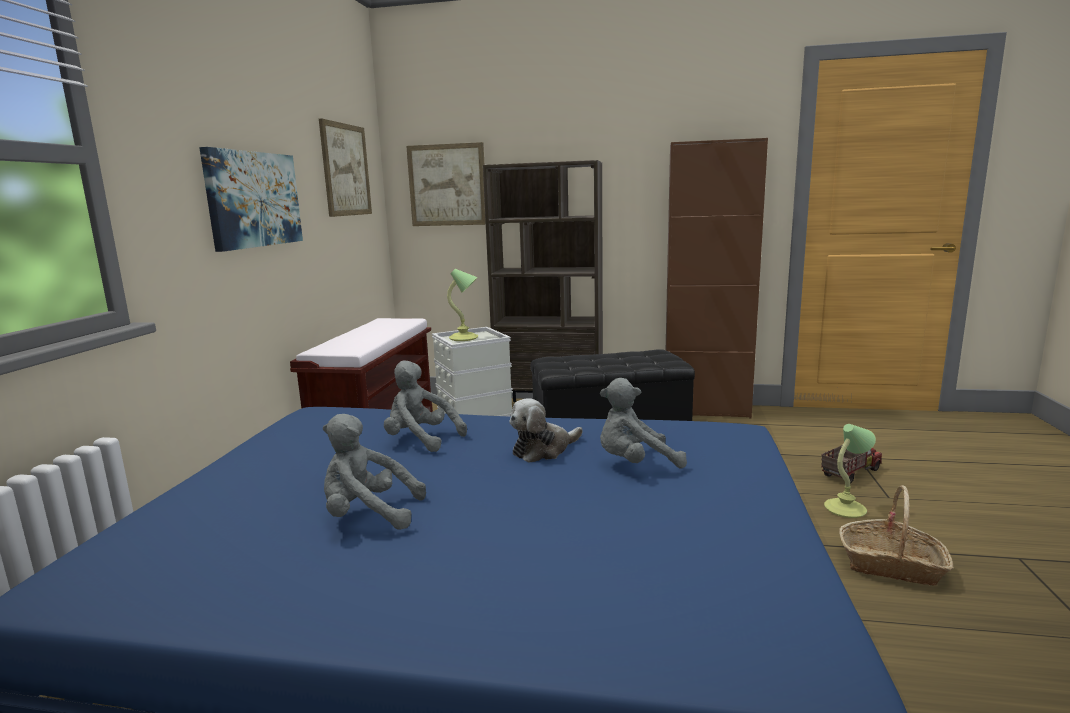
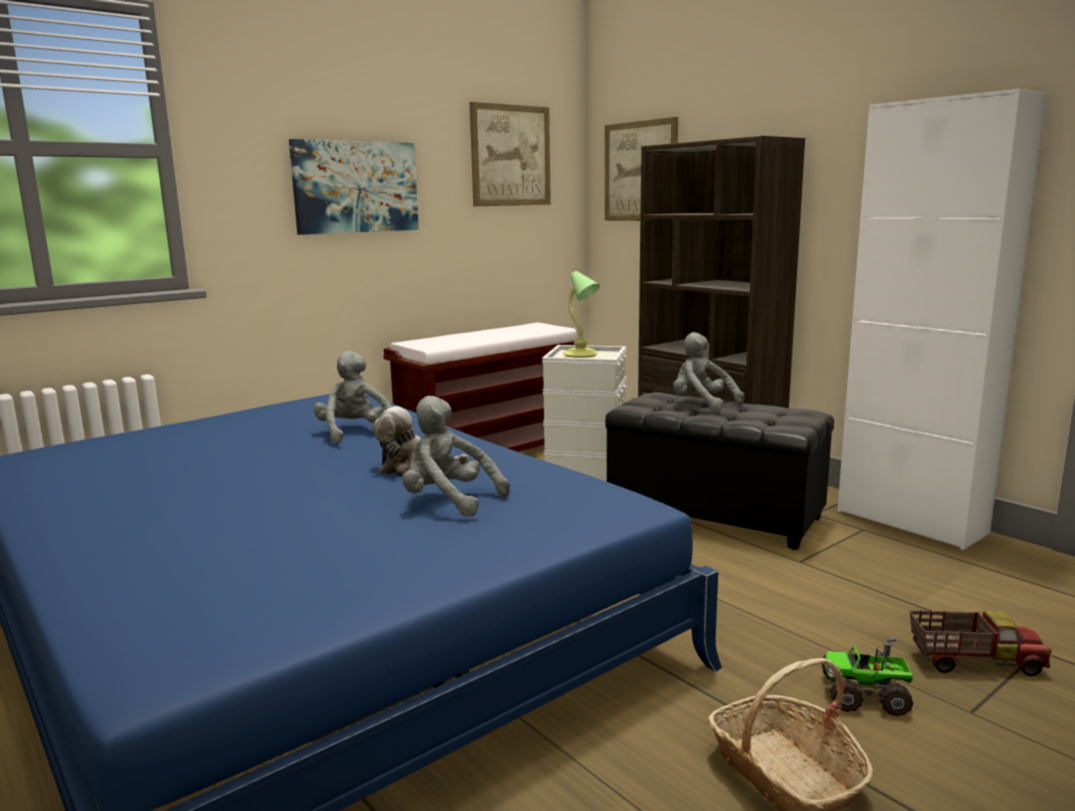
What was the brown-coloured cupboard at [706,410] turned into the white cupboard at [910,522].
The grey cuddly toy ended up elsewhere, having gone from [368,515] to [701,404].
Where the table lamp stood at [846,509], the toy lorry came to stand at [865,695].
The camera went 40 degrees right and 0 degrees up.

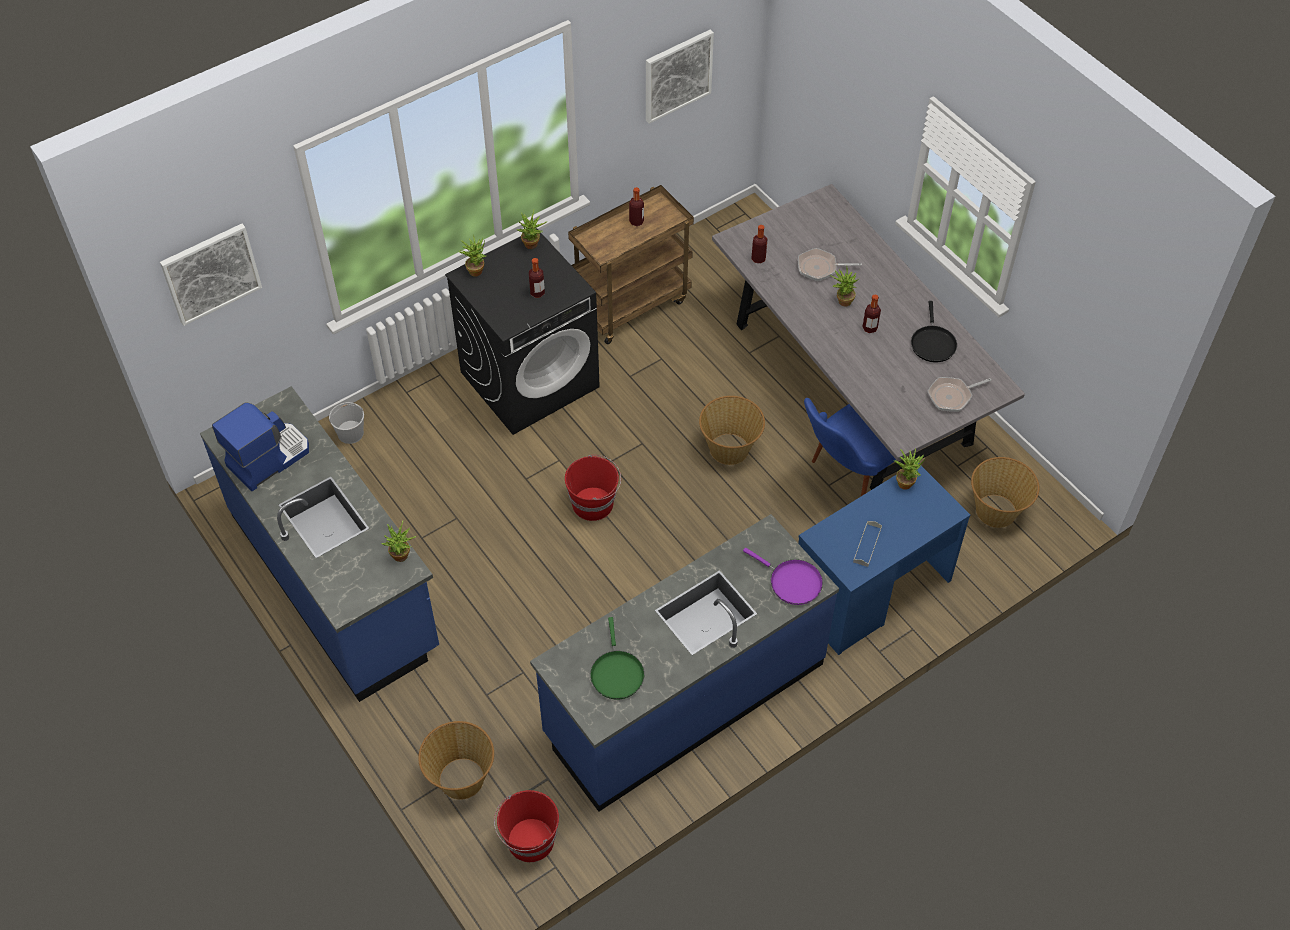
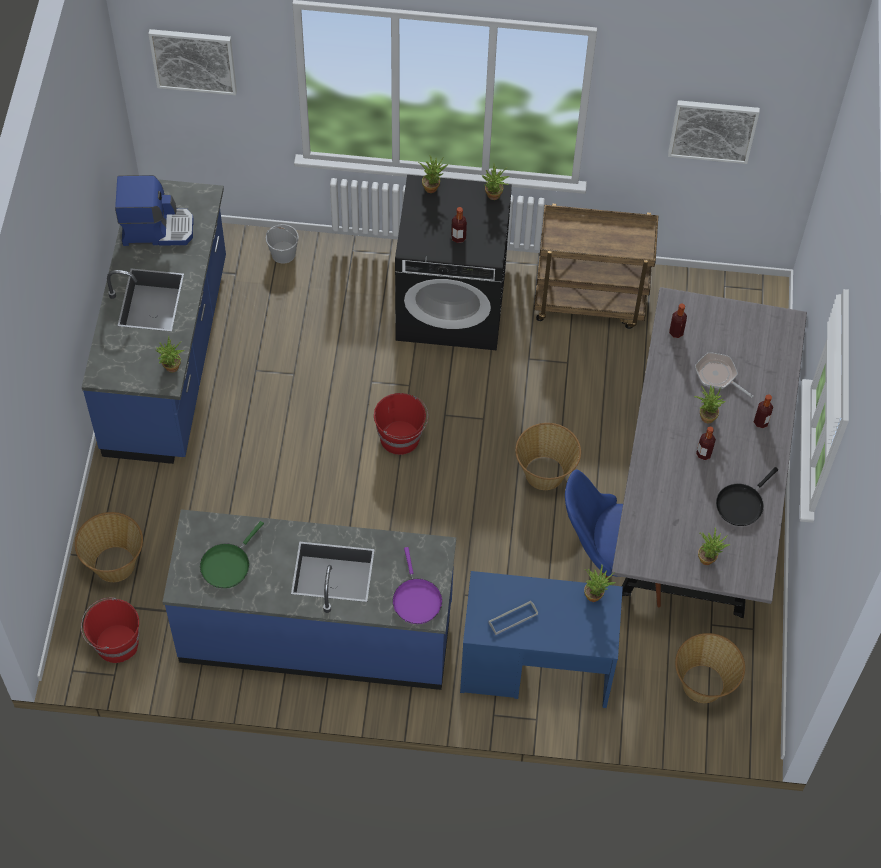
The bottle ended up elsewhere, having gone from [636,221] to [761,422].
Where the skillet stood at [952,396], the plant in a pot came to stand at [709,558].
The camera went 40 degrees right and 5 degrees up.

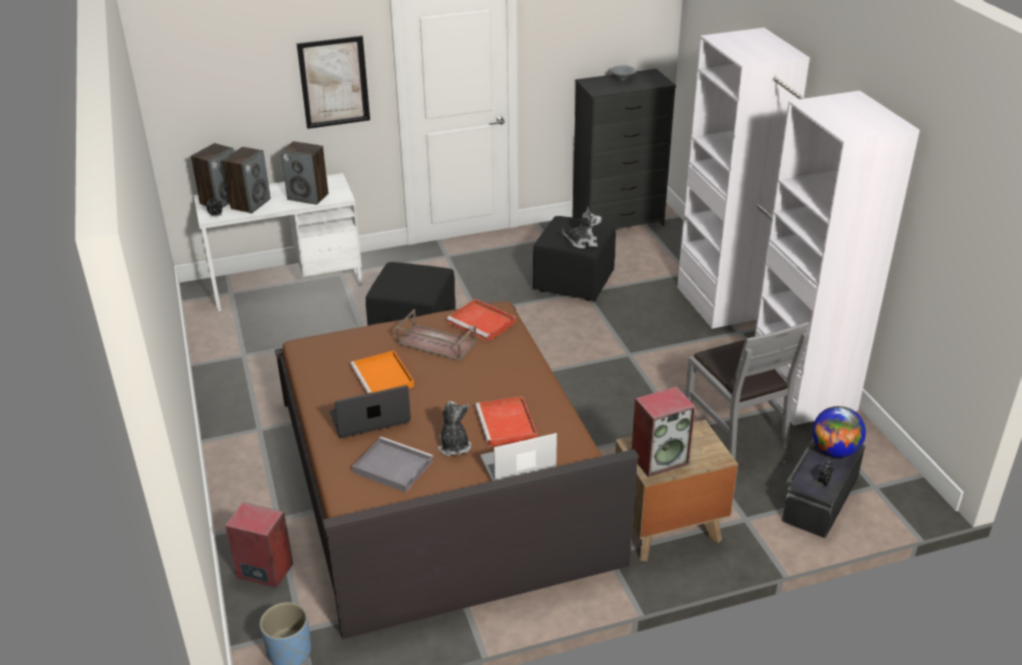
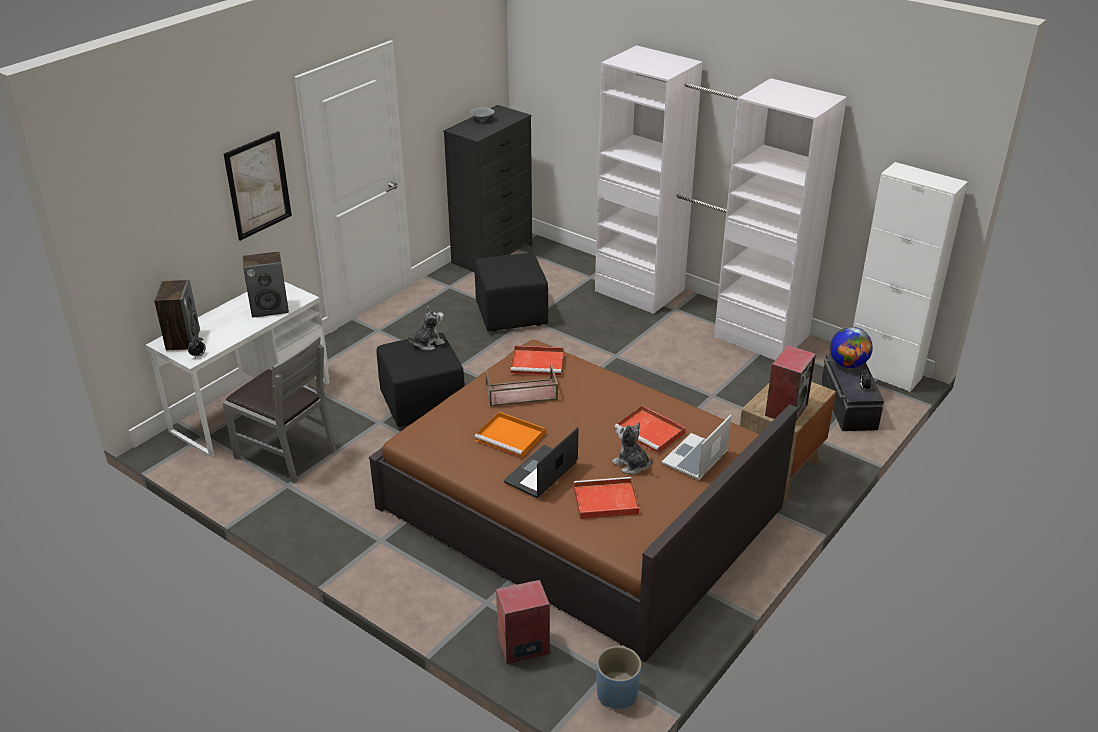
The second view lost the loudspeaker at [250,204].
The cuddly toy ended up elsewhere, having gone from [582,242] to [427,343].
The grey chair ended up elsewhere, having gone from [735,430] to [286,453].
What was the grey tray at [391,467] turned into the red-coloured tray at [604,501].
The second view gained the white cupboard at [883,373].
The camera went 35 degrees left and 0 degrees up.

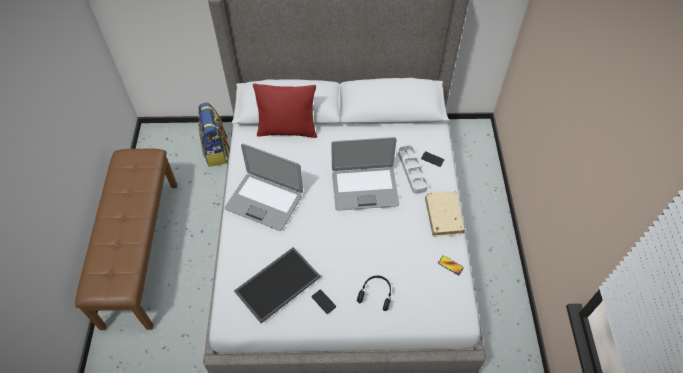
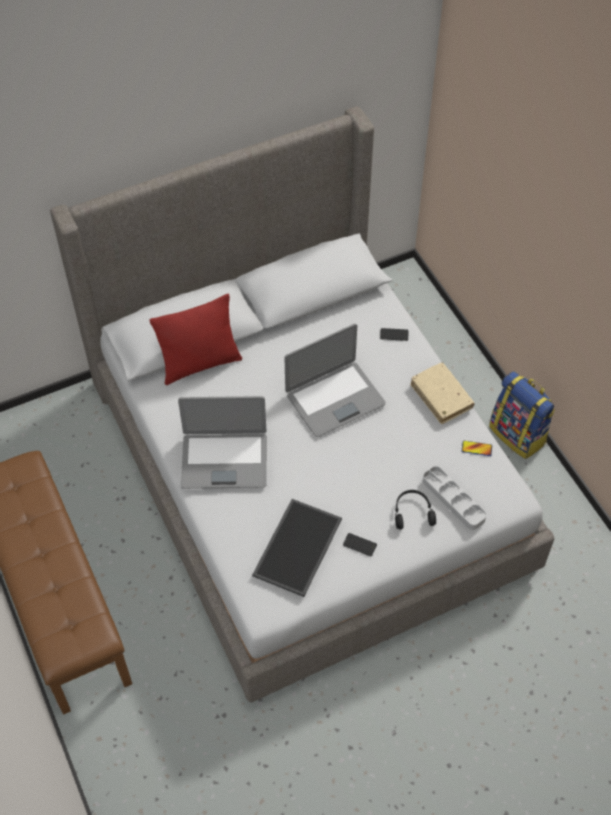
The knapsack ended up elsewhere, having gone from [217,151] to [518,435].
The grey tray ended up elsewhere, having gone from [412,171] to [453,500].
The camera went 25 degrees left and 0 degrees up.

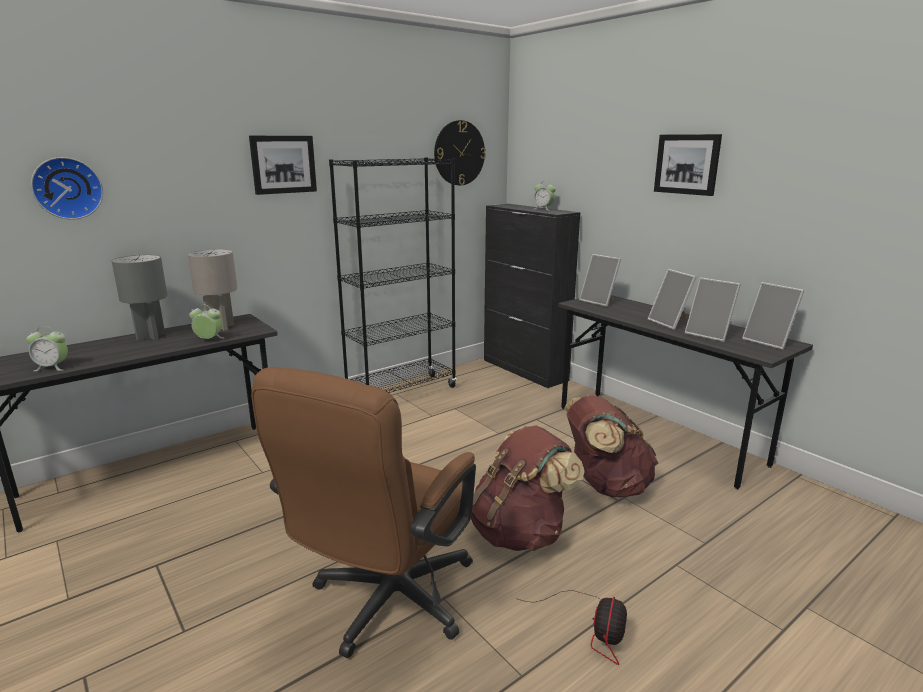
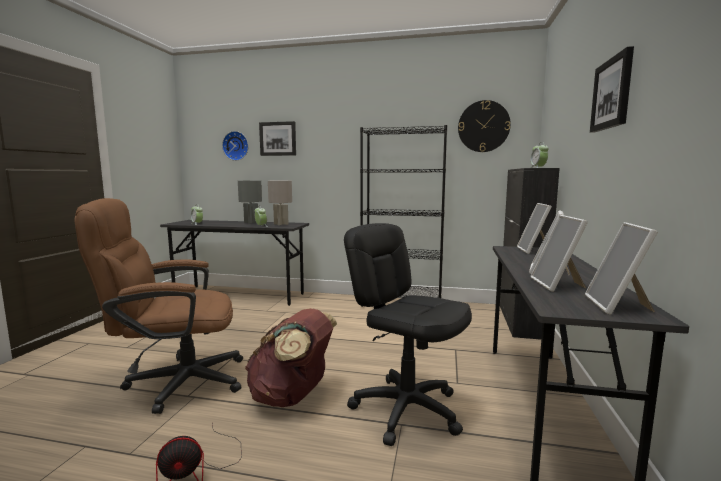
The picture ended up elsewhere, having gone from [283,164] to [278,139].
Where the brown-coloured knapsack stood at [605,485], the black desk chair came to stand at [406,409].
The camera went 50 degrees right and 10 degrees down.

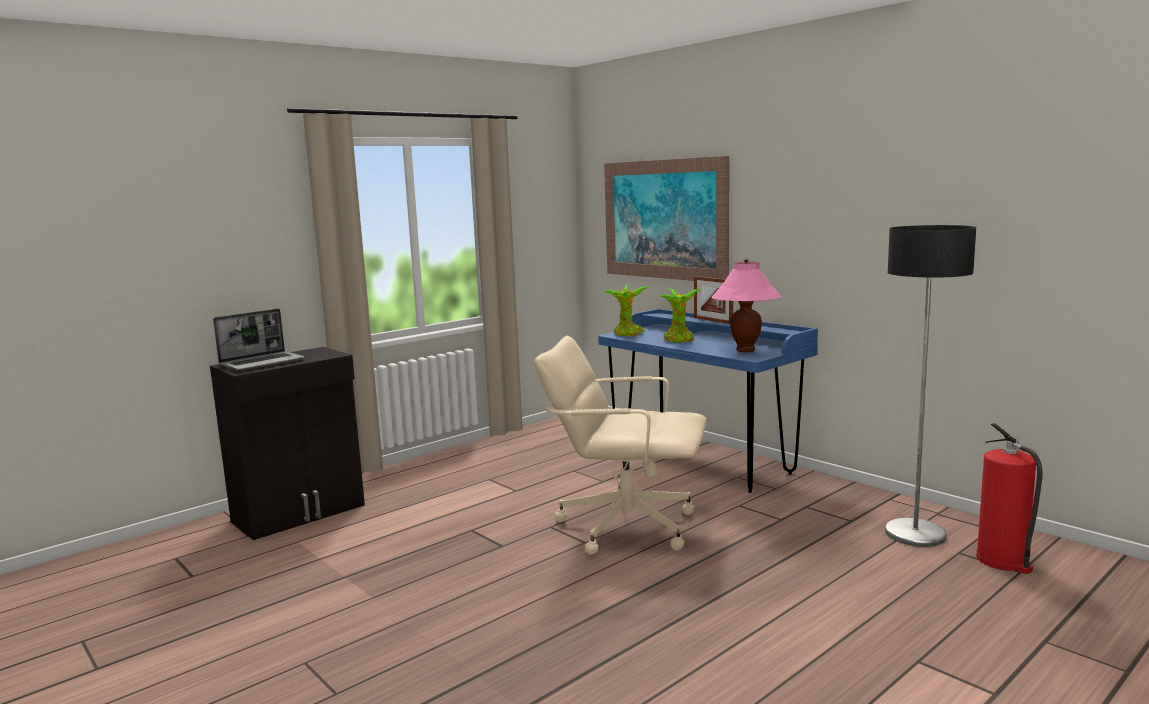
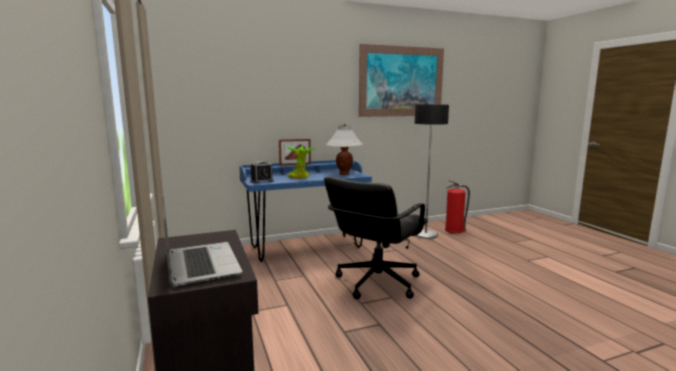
The picture ended up elsewhere, having gone from [663,219] to [401,81].
What was the pink-coloured table lamp at [745,350] turned into the white table lamp at [344,174].
Where the plant in a pot stood at [628,334], the alarm clock came to stand at [262,181].
What was the beige-coloured desk chair at [625,525] turned into the black desk chair at [376,282].
The camera went 70 degrees left and 0 degrees up.

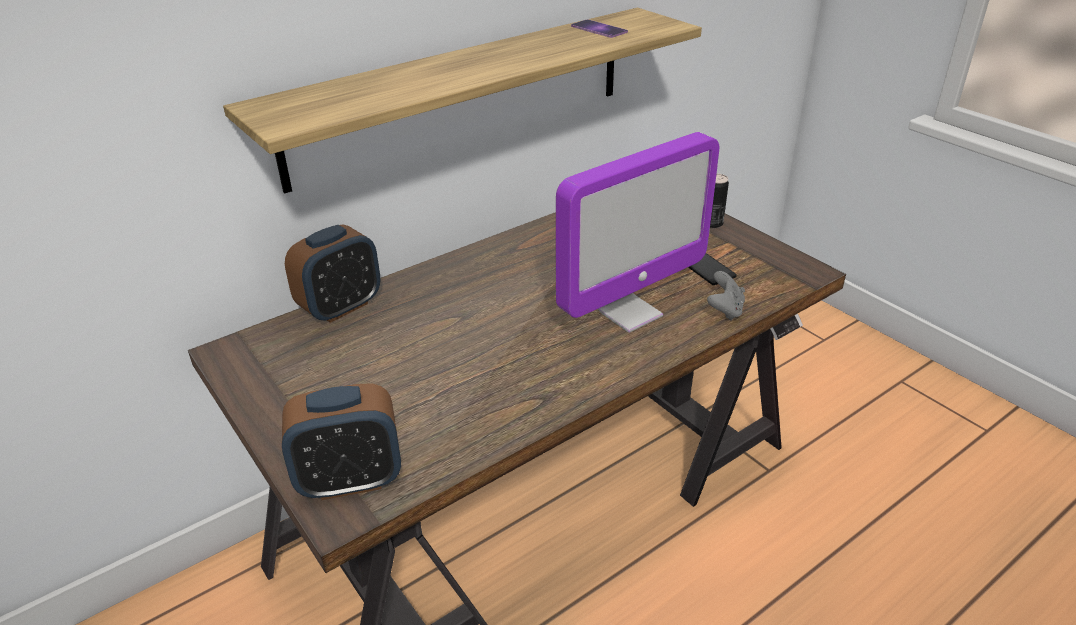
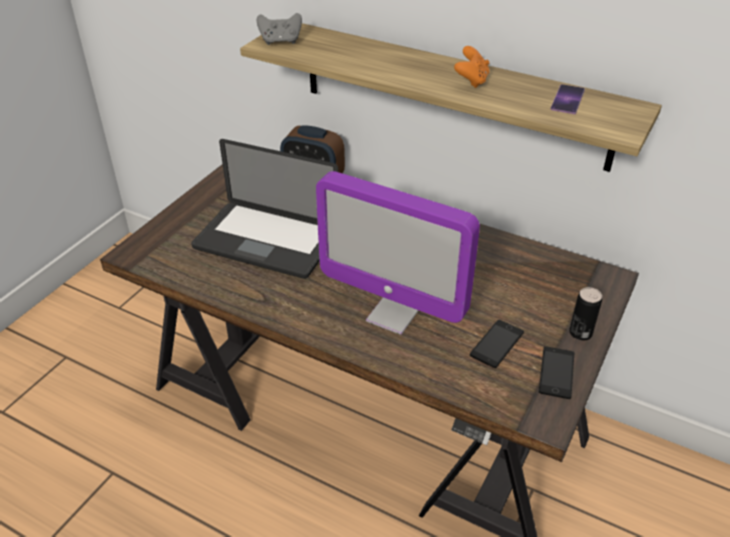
The grey gamepad ended up elsewhere, having gone from [725,310] to [280,41].
The second view lost the alarm clock at [350,480].
The second view gained the orange gamepad at [471,81].
The second view gained the portable computer at [266,241].
The second view gained the handset at [556,373].
The camera went 65 degrees right and 5 degrees up.

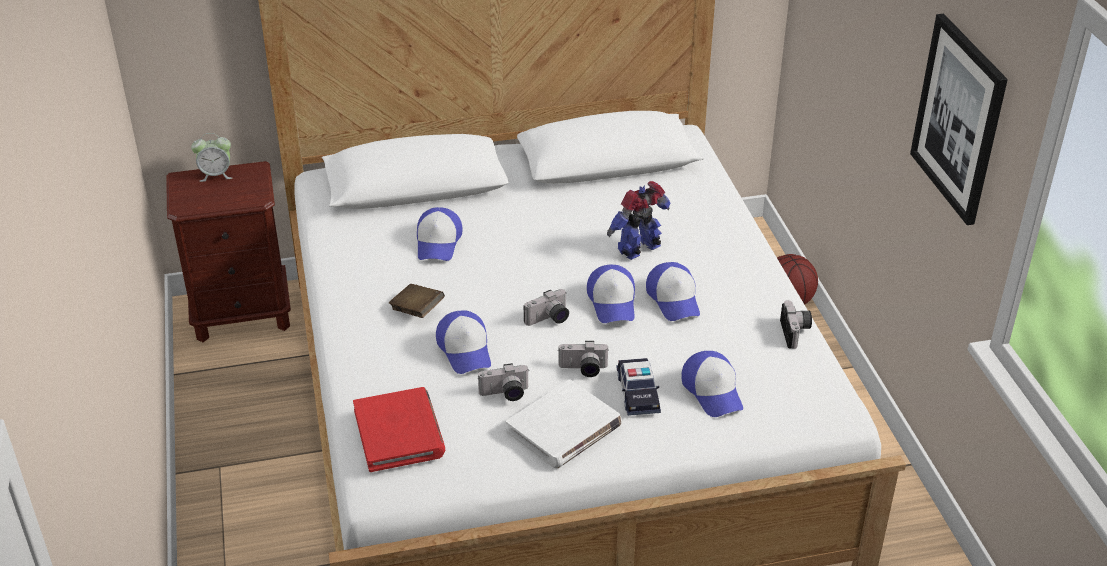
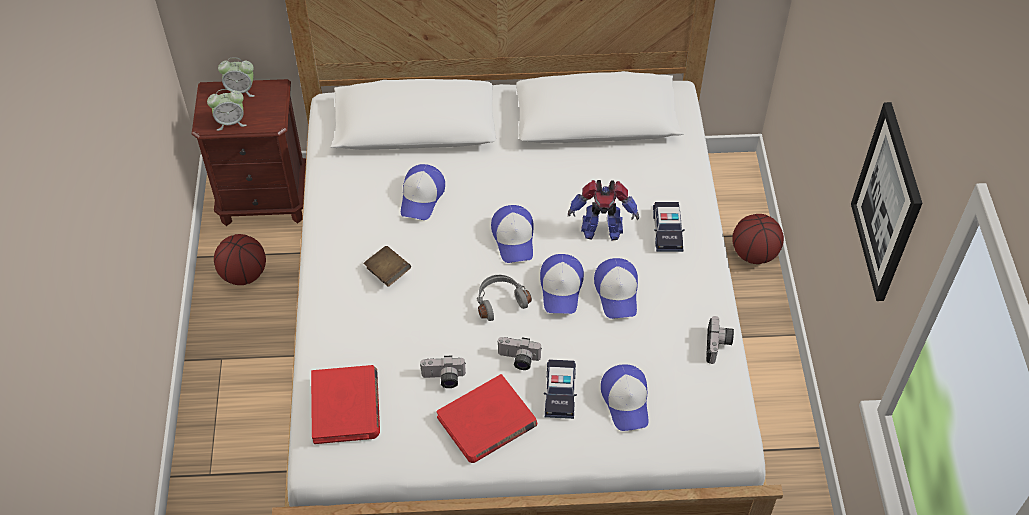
The toy robot at [640,249] ended up facing another way, 150 degrees counterclockwise from before.
Where the photo camera stood at [549,320], the grey pair of headphones came to stand at [500,301].
The cap ended up elsewhere, having gone from [465,349] to [514,238].
What was the white book at [564,429] turned into the red-coloured book at [487,422].
The second view gained the alarm clock at [230,122].
The second view gained the miniature car at [667,231].
The second view gained the basketball ball at [244,274].
The camera went 10 degrees right and 15 degrees up.

